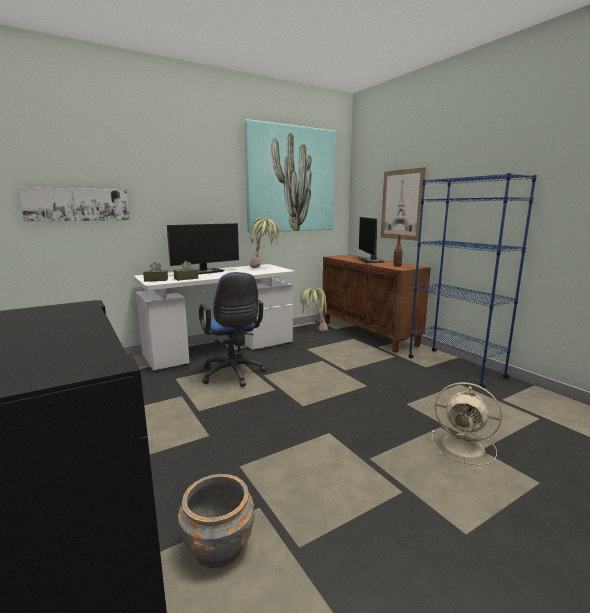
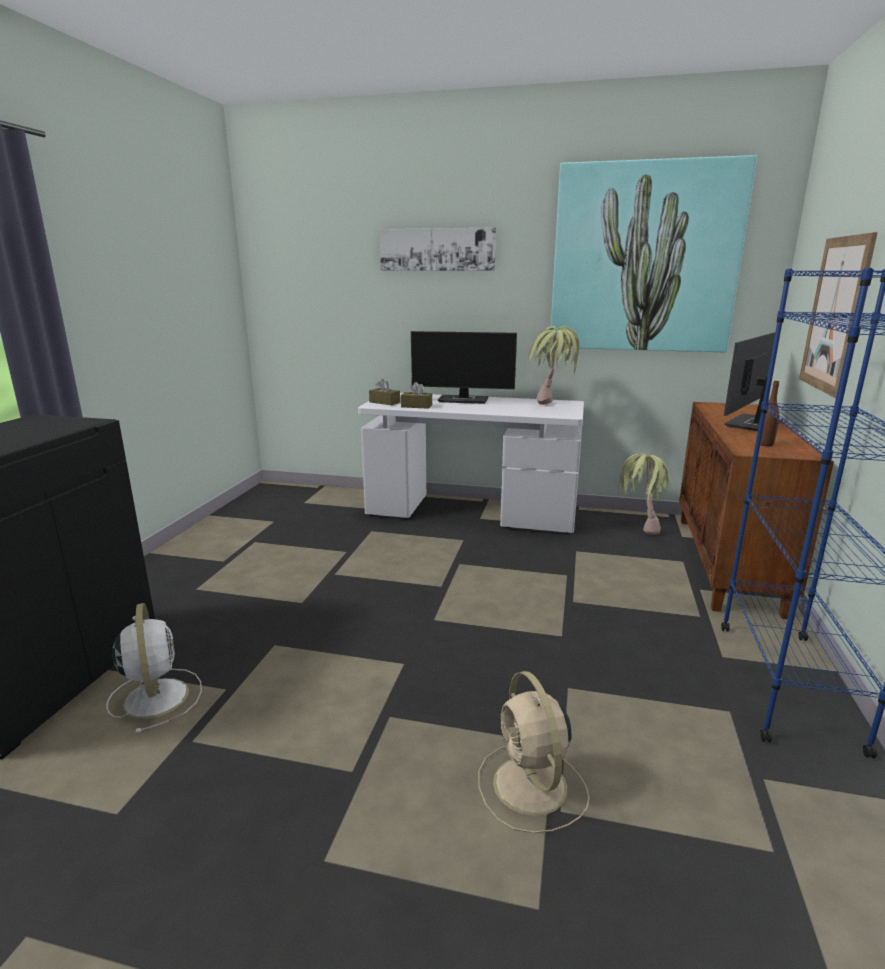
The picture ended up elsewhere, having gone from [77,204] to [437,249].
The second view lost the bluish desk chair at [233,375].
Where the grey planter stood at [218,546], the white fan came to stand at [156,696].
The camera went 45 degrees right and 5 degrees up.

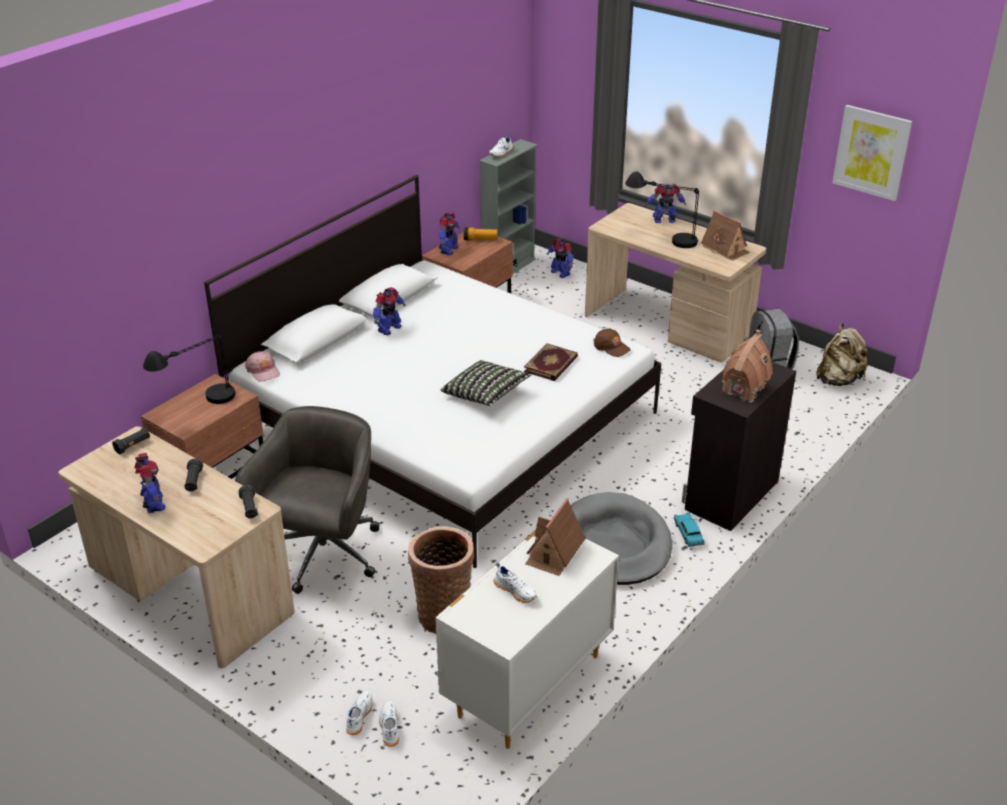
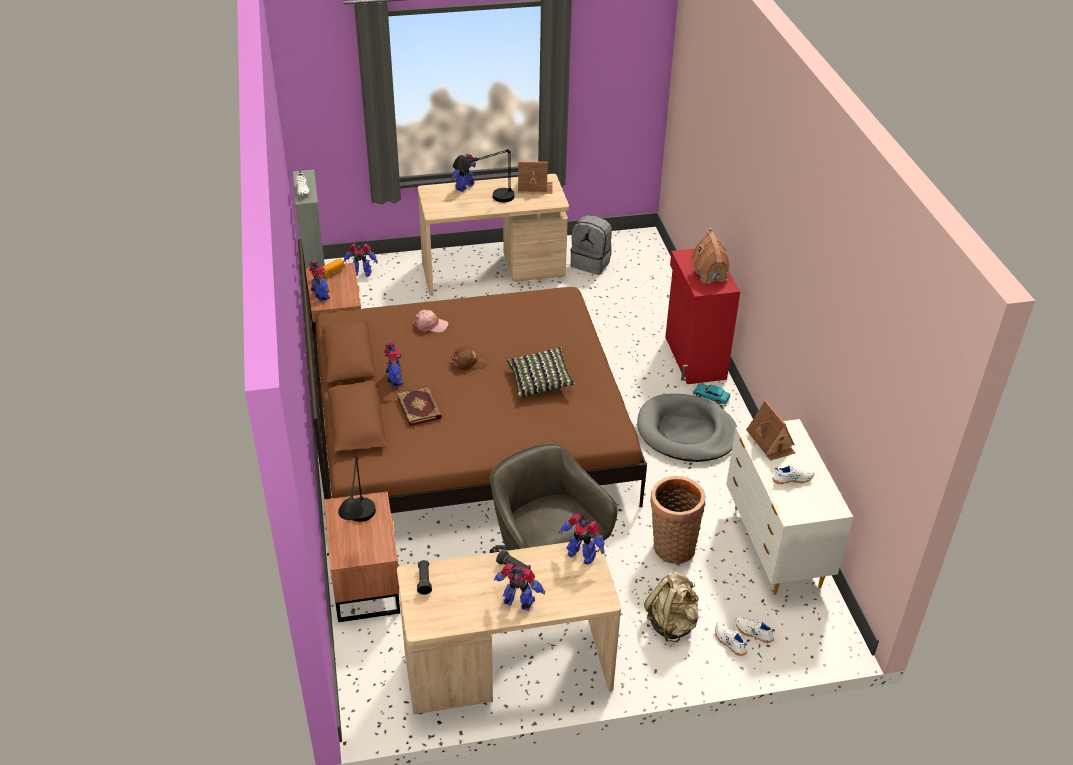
The second view lost the picture at [871,152].
What was the white bed at [445,422] turned into the brown-coloured bed at [467,430].
The beige-coloured knapsack ended up elsewhere, having gone from [838,380] to [672,623].
The brown-coloured cap ended up elsewhere, having gone from [611,347] to [468,362].
The book ended up elsewhere, having gone from [551,364] to [419,407].
The pink-coloured cap ended up elsewhere, having gone from [263,371] to [430,325].
What was the black cupboard at [729,495] turned into the red-coloured cupboard at [694,358].
Where the black flashlight stood at [249,508], the toy robot came to stand at [581,554].
The camera went 50 degrees left and 5 degrees up.

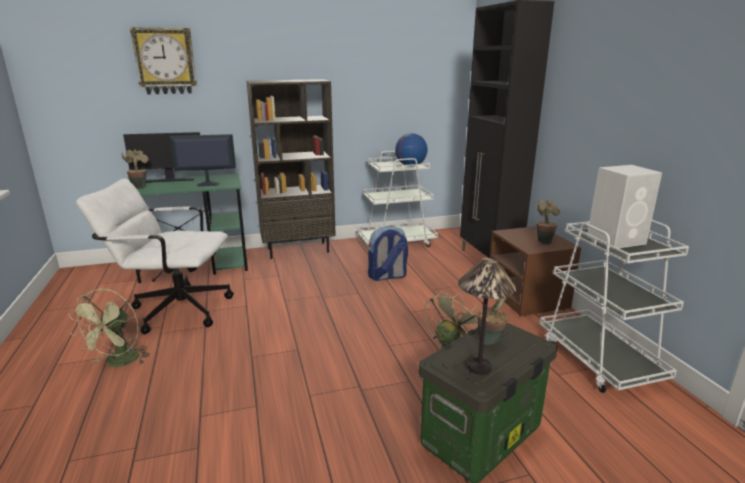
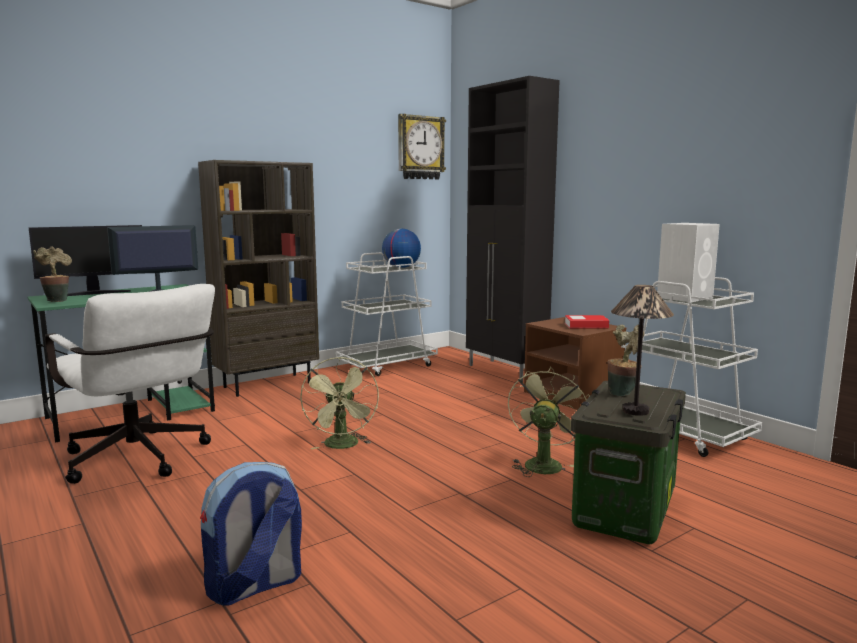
The clock on the wall ended up elsewhere, having gone from [165,61] to [420,147].
The white desk chair at [173,309] ended up facing another way, 120 degrees counterclockwise from before.
Where the plant in a pot stood at [543,241], the book came to stand at [586,326].
The knapsack ended up elsewhere, having gone from [387,276] to [254,586].
The greenish fan ended up elsewhere, having gone from [119,363] to [343,446].
The camera went 20 degrees left and 10 degrees down.

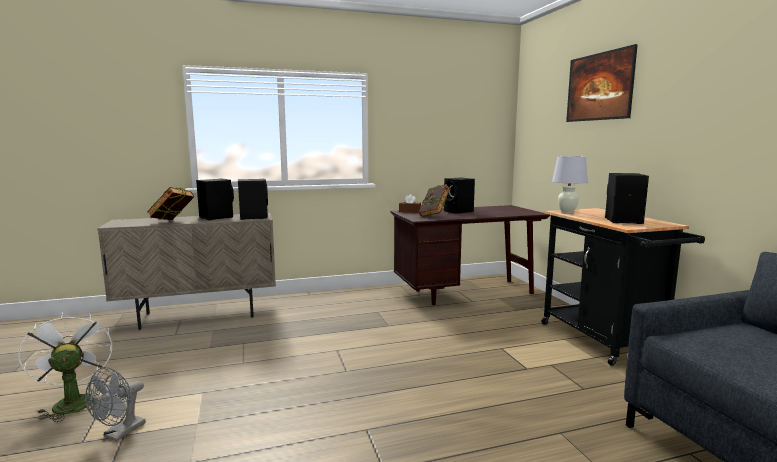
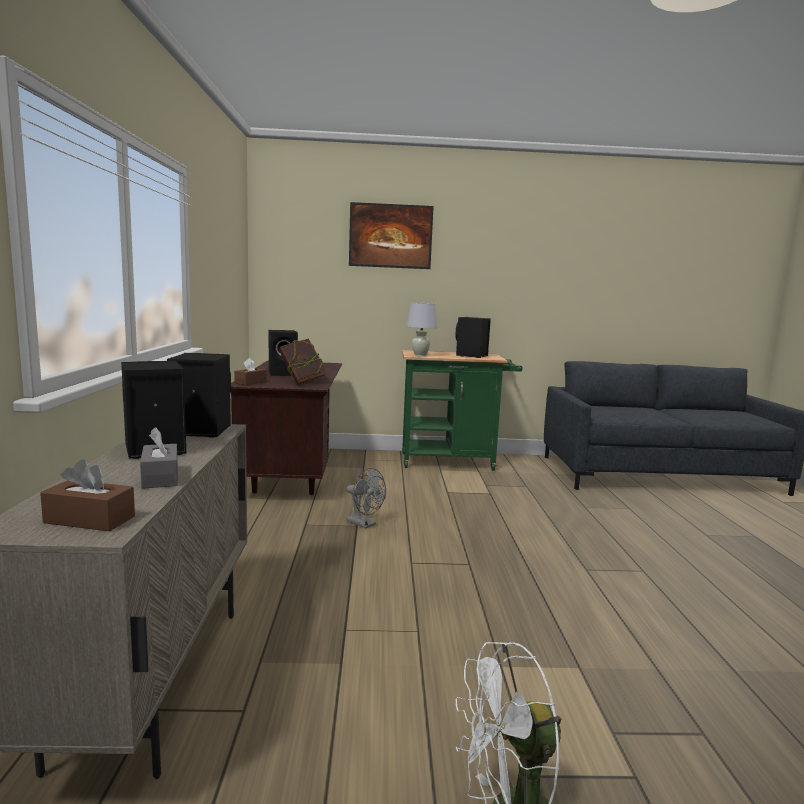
Where the book stood at [172,222], the grey tissue box came to stand at [160,477].
What was the black trolley at [605,342] turned into the greenish trolley at [453,461].
The grey fan ended up elsewhere, having gone from [120,433] to [364,524].
The second view gained the brown-coloured tissue box at [89,519].
The camera went 75 degrees left and 0 degrees up.

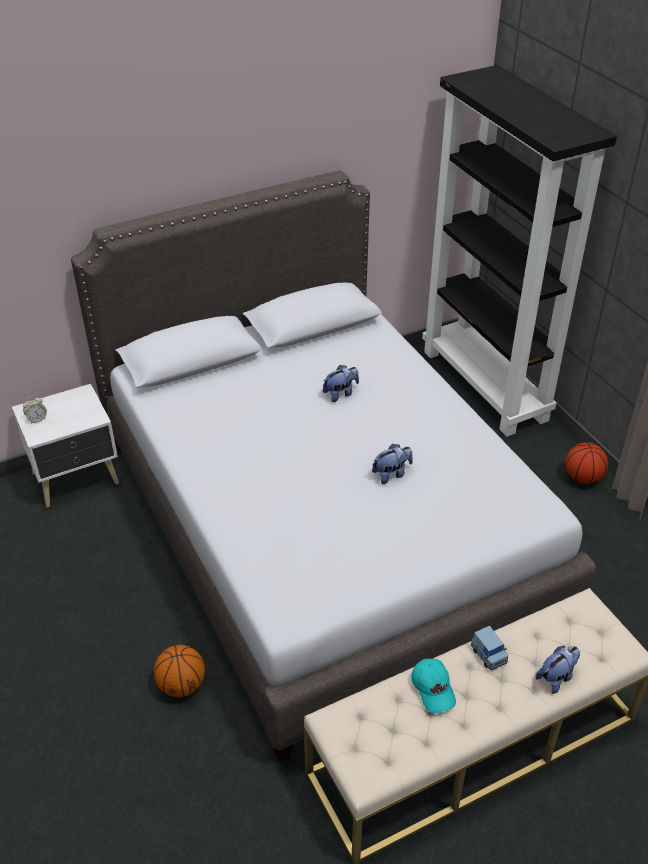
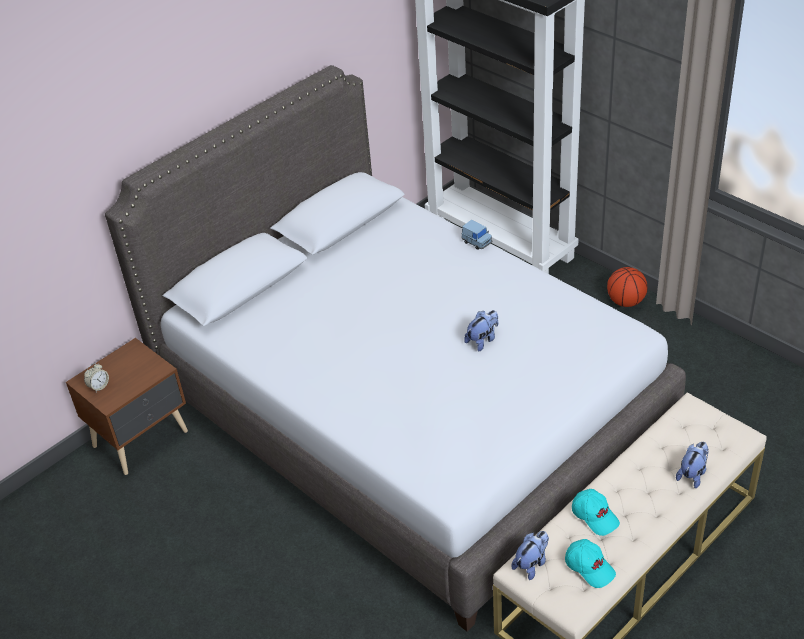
The cuddly toy ended up elsewhere, having gone from [340,393] to [531,564].
What was the white nightstand at [77,479] turned into the brown-coloured nightstand at [143,439].
The bluish miniature car ended up elsewhere, having gone from [488,655] to [477,242].
The second view lost the basketball ball at [181,685].
The second view gained the turquoise-coloured cap at [590,567].
The camera went 15 degrees left and 0 degrees up.

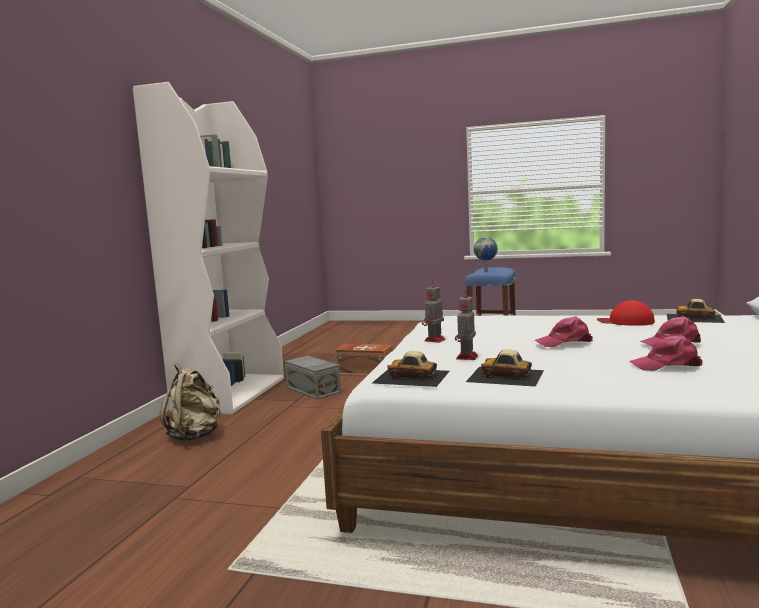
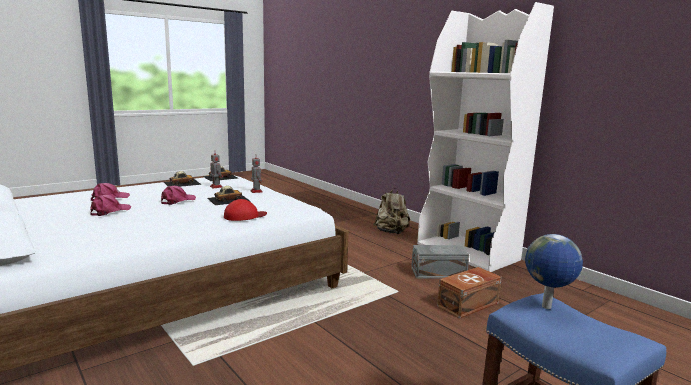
The miniature car ended up elsewhere, having gone from [694,318] to [228,199].
The red-coloured cap ended up elsewhere, having gone from [626,322] to [244,216].
The camera went 125 degrees right and 5 degrees up.

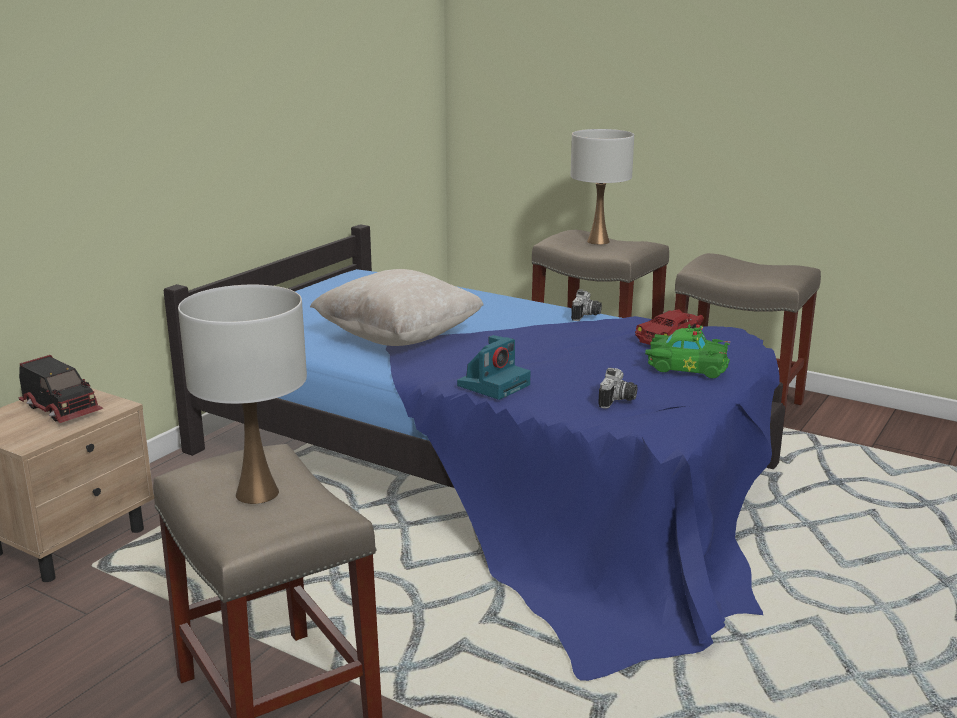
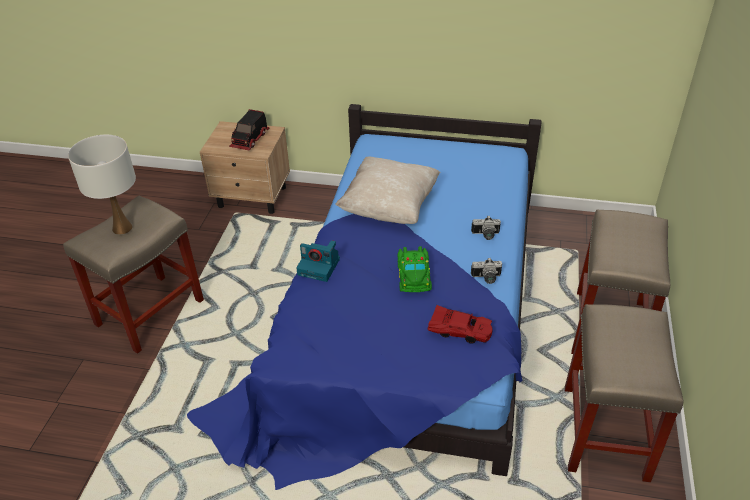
The second view lost the white table lamp at [597,241].
The greenish miniature car ended up elsewhere, having gone from [685,367] to [414,275].
The photo camera ended up elsewhere, having gone from [618,401] to [485,235].
The camera went 70 degrees right and 20 degrees up.

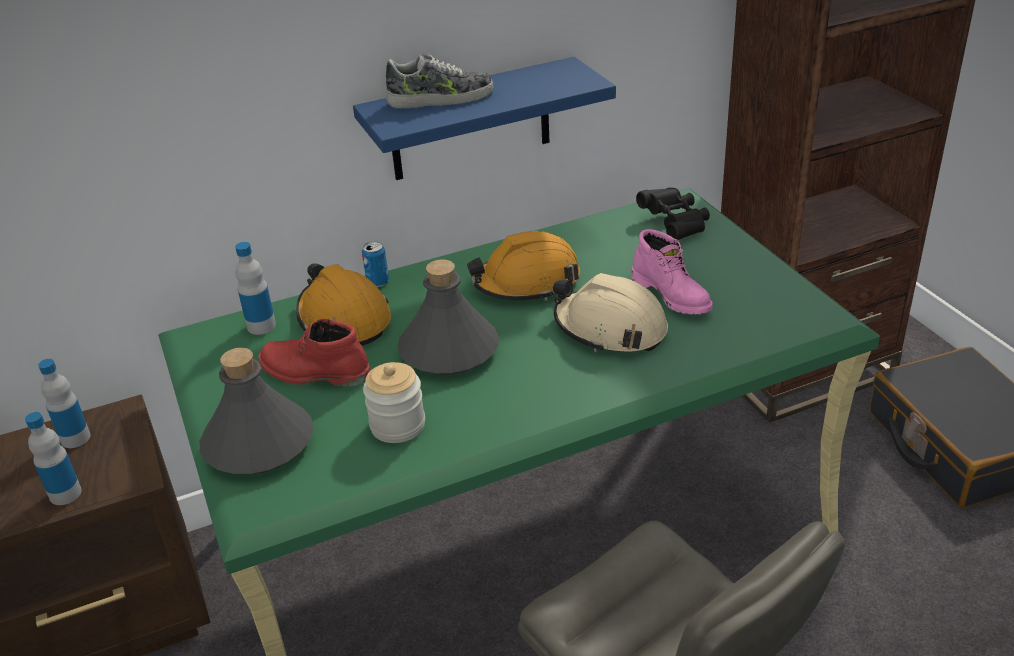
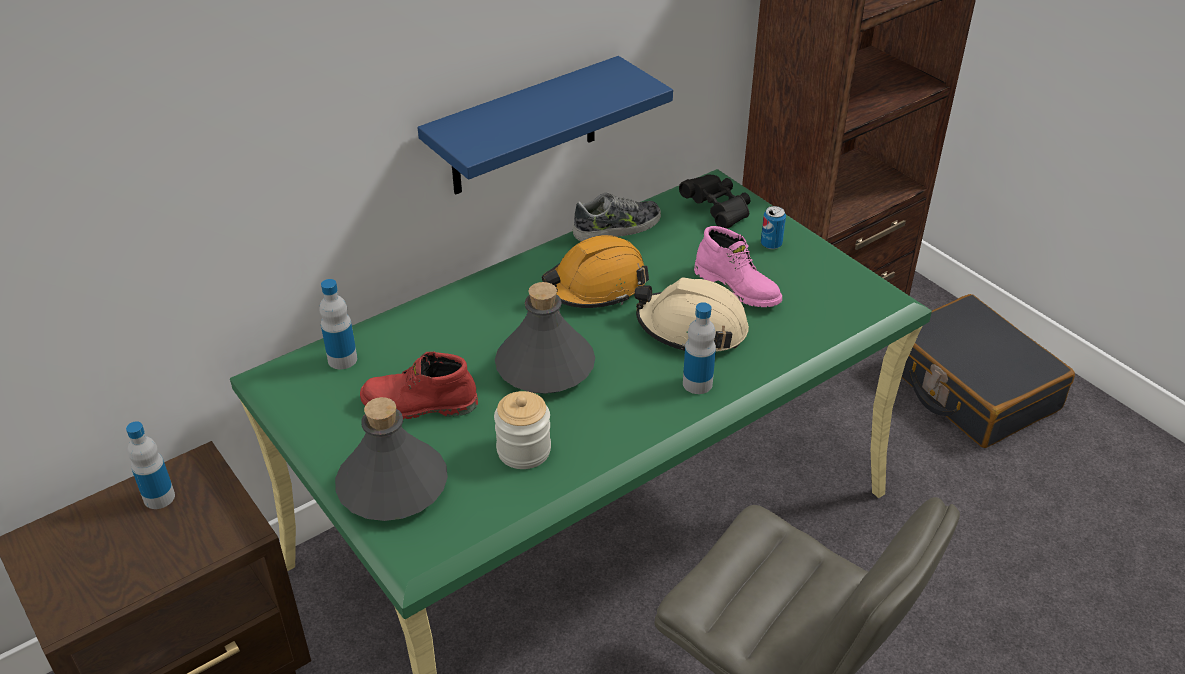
The shoe ended up elsewhere, having gone from [441,98] to [617,228].
The metal can ended up elsewhere, having gone from [378,282] to [771,244].
The second view lost the orange hard hat at [344,319].
The bottle ended up elsewhere, having gone from [65,494] to [697,383].
The camera went 15 degrees left and 5 degrees up.

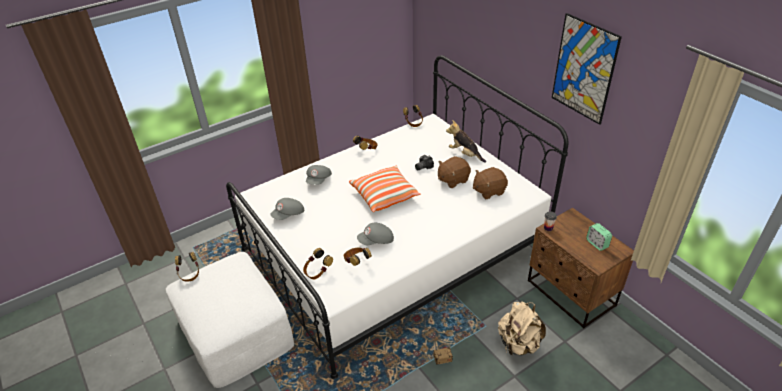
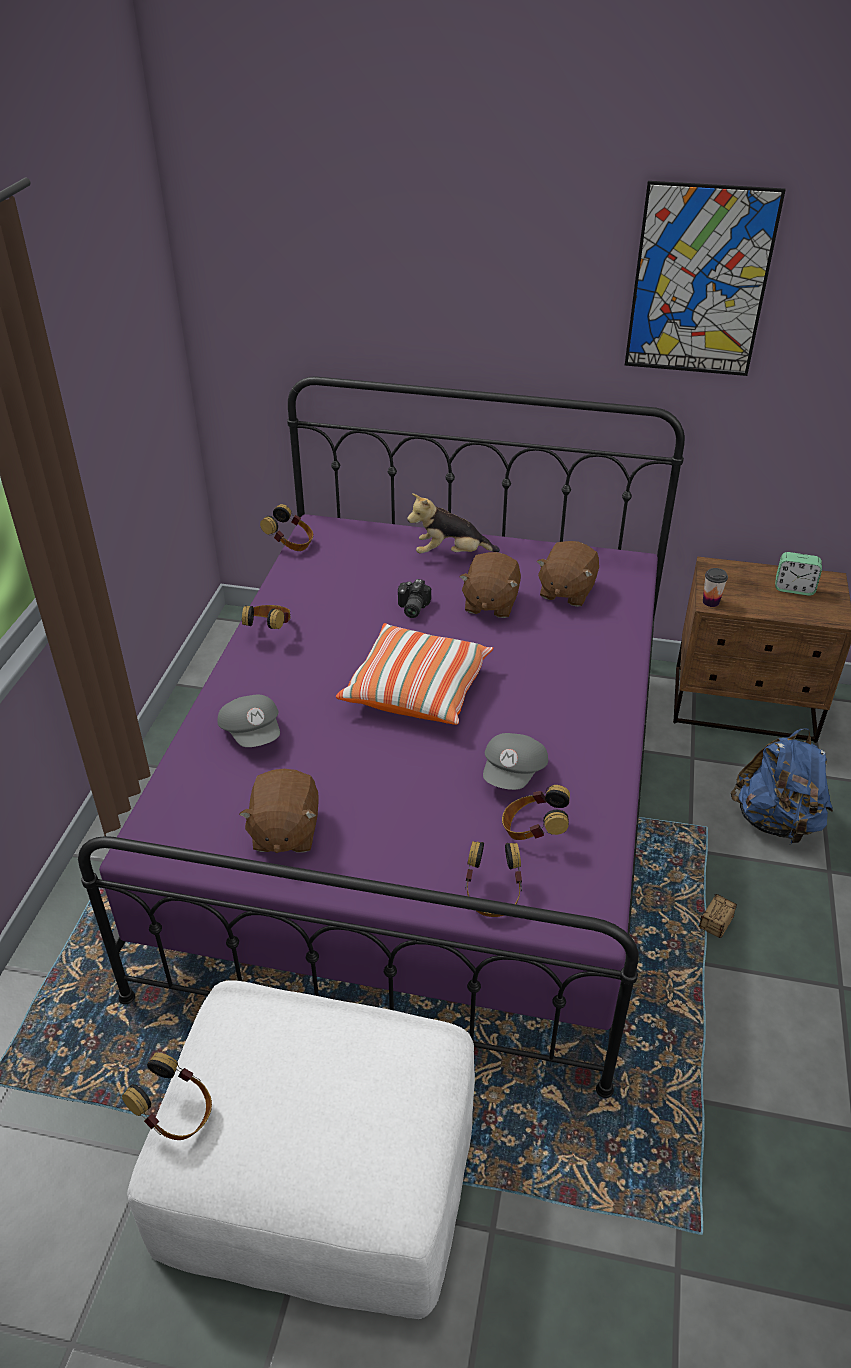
What was the white bed at [392,250] turned into the purple bed at [425,806].
Where the grey cap stood at [288,215], the brown-coloured cuddly toy came to stand at [284,832].
What was the beige-coloured knapsack at [518,344] turned into the bluish knapsack at [776,821].
The camera went 45 degrees left and 0 degrees up.

